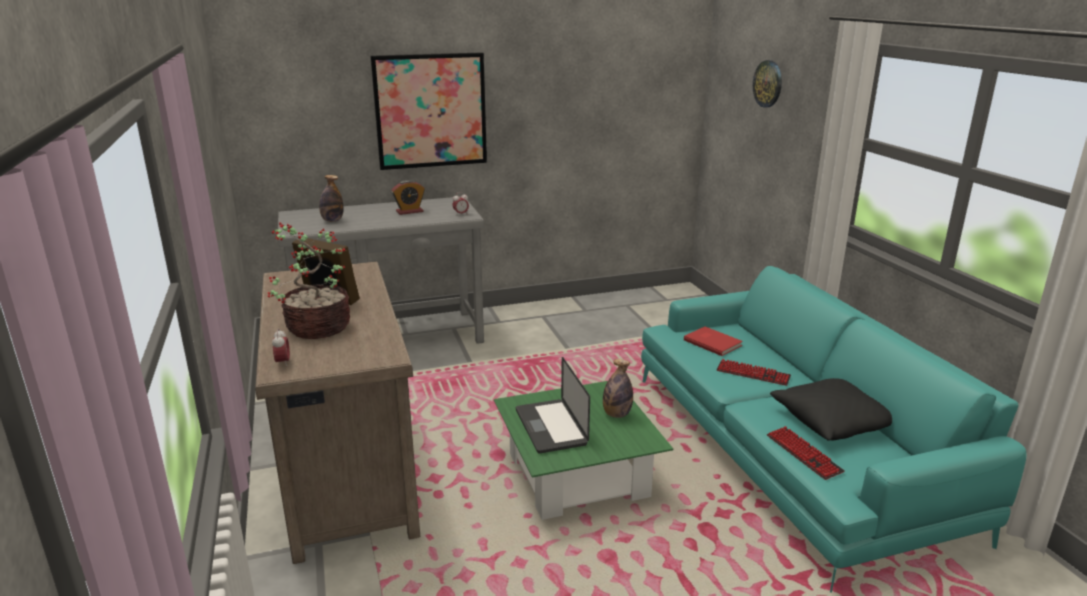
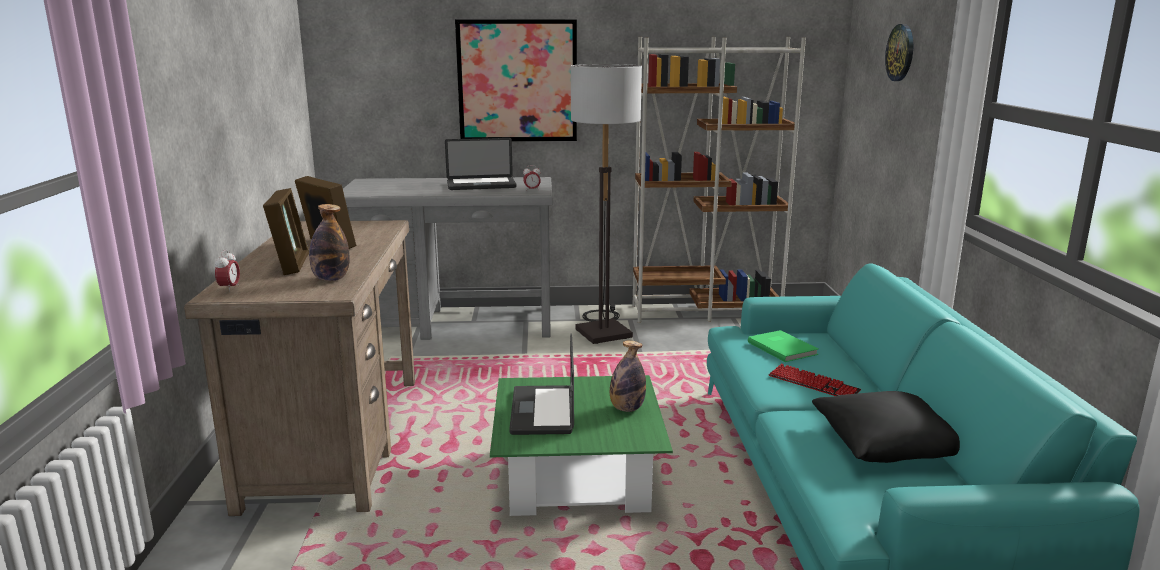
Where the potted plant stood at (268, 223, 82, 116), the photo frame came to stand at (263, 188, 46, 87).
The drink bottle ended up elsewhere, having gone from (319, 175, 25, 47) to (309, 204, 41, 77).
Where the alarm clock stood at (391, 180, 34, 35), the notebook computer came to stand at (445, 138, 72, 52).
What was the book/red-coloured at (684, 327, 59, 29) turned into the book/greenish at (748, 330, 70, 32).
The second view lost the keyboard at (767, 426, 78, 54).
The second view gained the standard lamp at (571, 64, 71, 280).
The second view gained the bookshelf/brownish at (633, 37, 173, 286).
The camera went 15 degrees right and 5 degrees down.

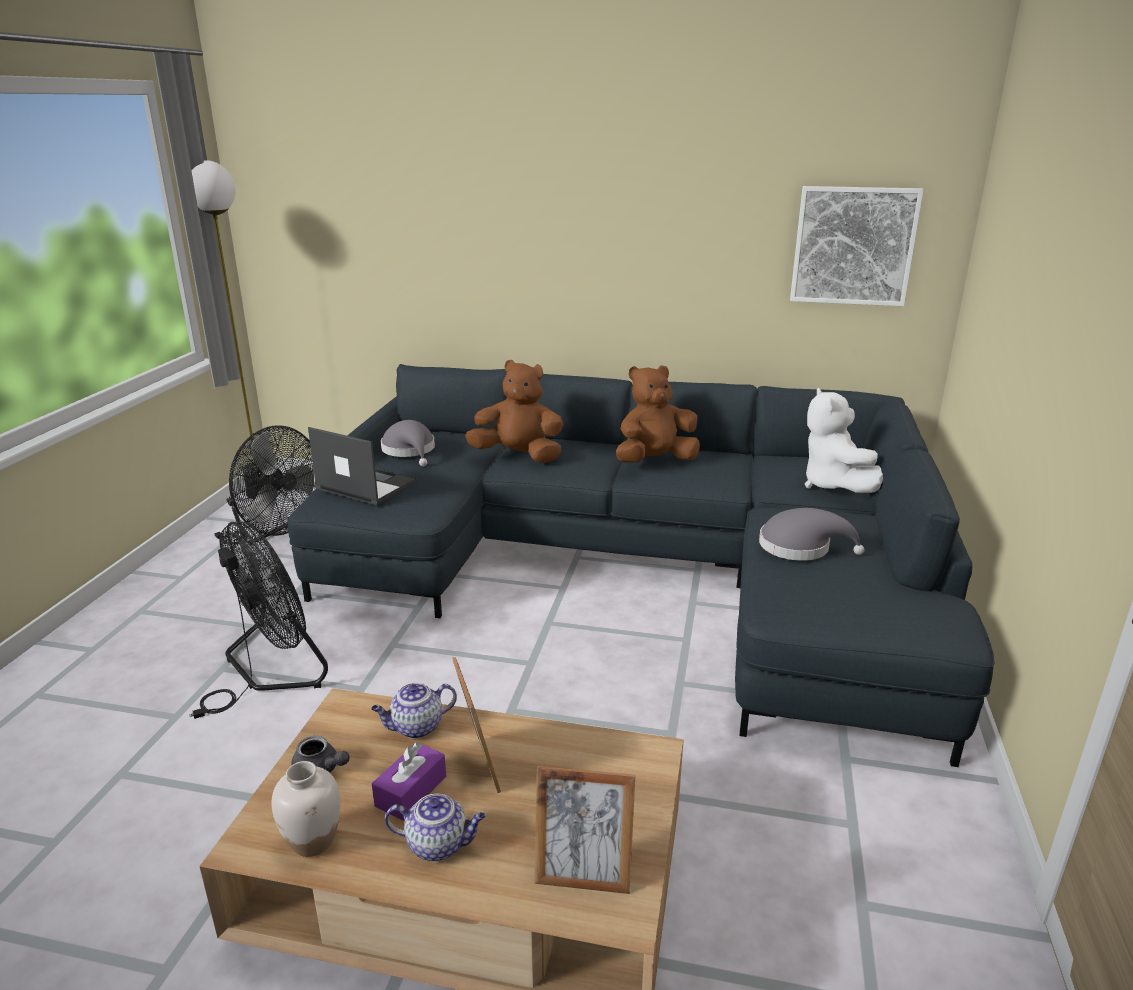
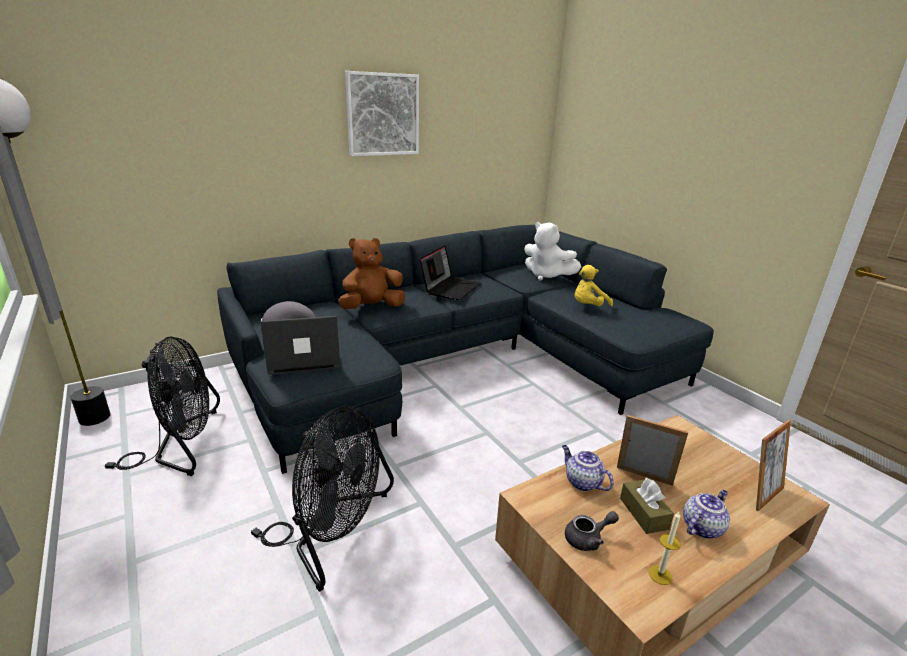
The cooling fan/blackish at (189, 521, 139, 198) ended up facing another way, 105 degrees clockwise from before.
Where the vase/whitish stood at (271, 761, 69, 96), the wax candle came to stand at (649, 512, 32, 73).
The tea pot at (371, 683, 86, 56) ended up facing another way, 120 degrees clockwise from before.
What was the tissue holder/purple at (372, 742, 74, 79) turned into the tissue holder/brownish at (620, 478, 54, 56).
Where the soft toy/brownish stood at (616, 365, 84, 97), the notebook computer came to stand at (420, 246, 61, 54).
Where the wearable hat/greyish stood at (759, 508, 106, 53), the soft toy/yellowish came to stand at (575, 265, 38, 42).
The wall picture ended up elsewhere, having gone from (790, 186, 134, 120) to (345, 71, 74, 85).
The camera went 45 degrees left and 0 degrees up.

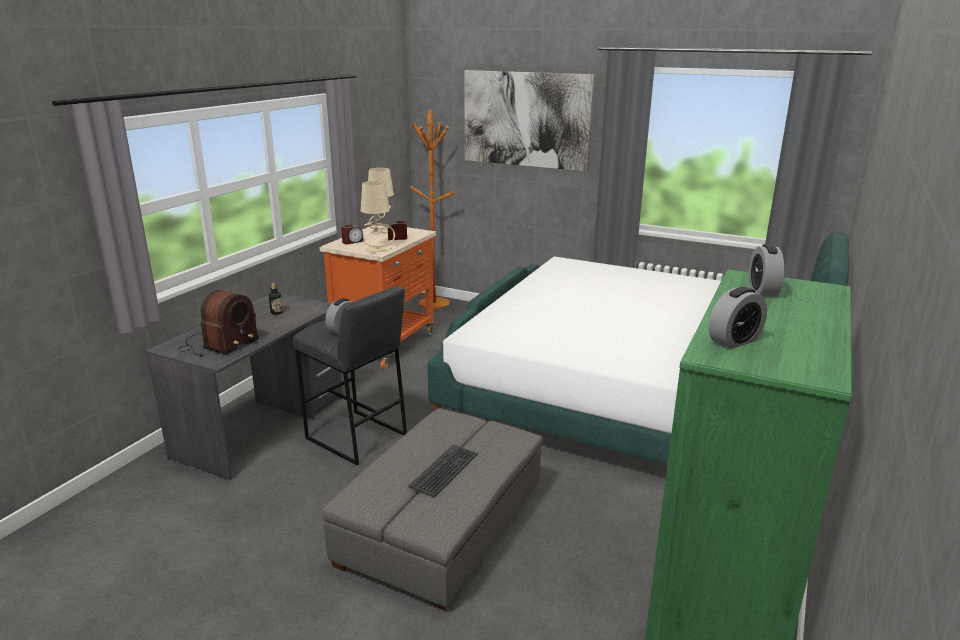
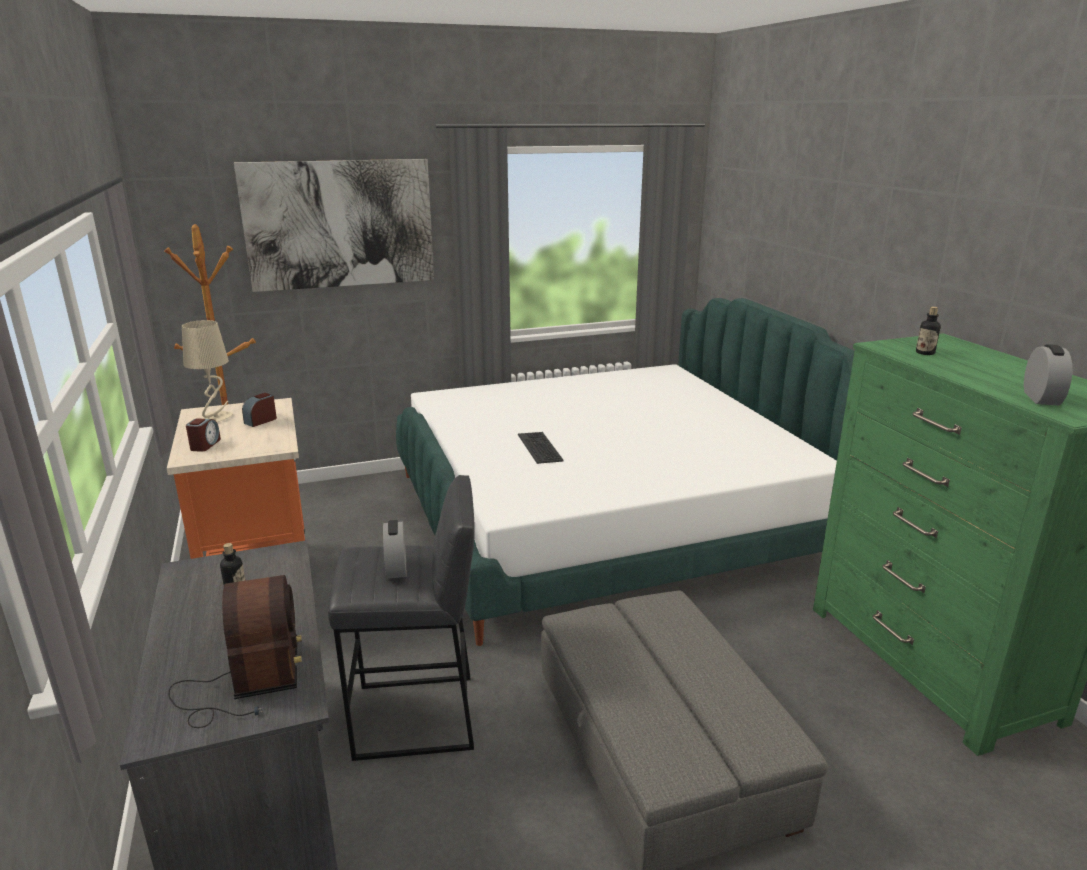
The second view lost the table lamp/beige-coloured at (361, 181, 34, 71).
The keyboard ended up elsewhere, having gone from (408, 445, 70, 53) to (518, 432, 46, 32).
Where the alarm clock stood at (749, 244, 35, 53), the drink bottle came to stand at (916, 307, 25, 48).
The camera went 45 degrees left and 0 degrees up.

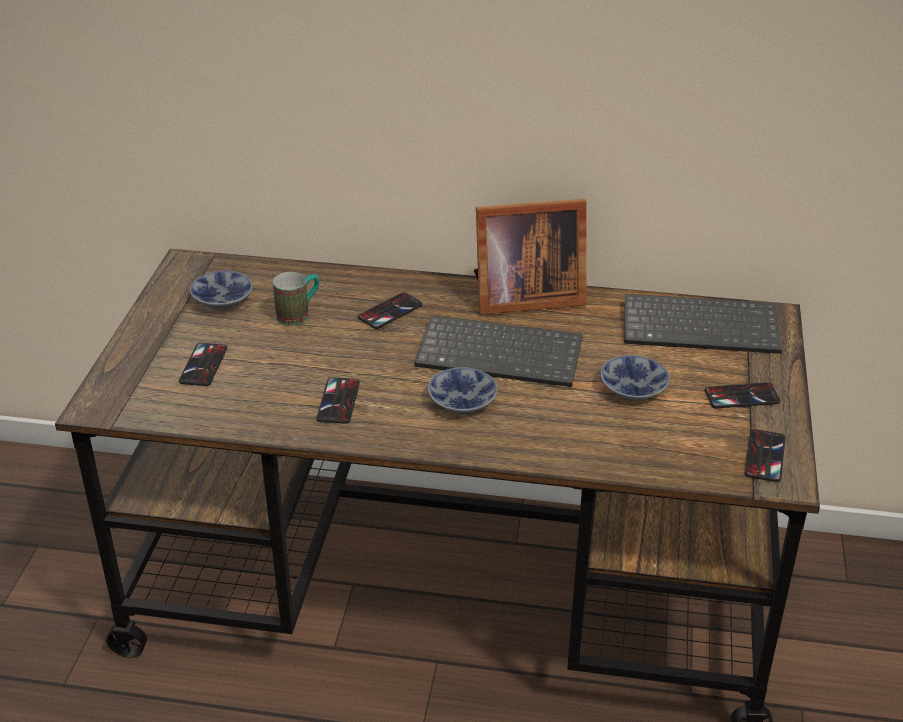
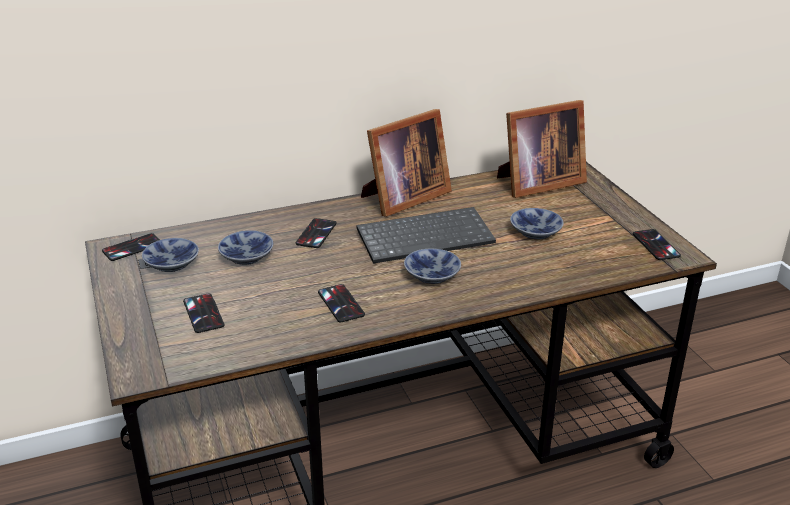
Where the tea mug stood at (273, 272, 46, 54), the serving bowl came to stand at (218, 230, 55, 35).
Where the keyboard stood at (624, 294, 158, 60), the photo frame came to stand at (497, 100, 90, 98).
The phone ended up elsewhere, having gone from (705, 382, 75, 26) to (102, 233, 58, 28).
The camera went 30 degrees left and 5 degrees down.

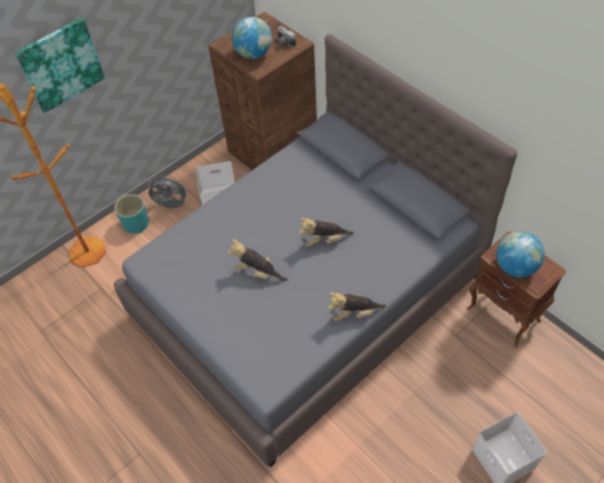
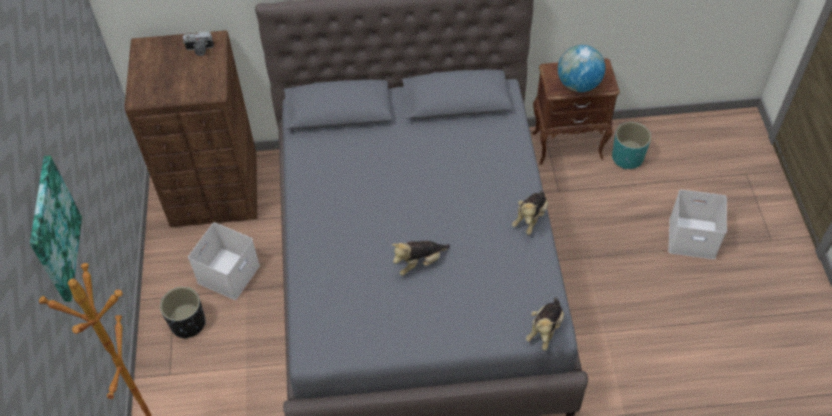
The planter/turquoise-coloured ended up elsewhere, having gone from (114, 194, 35, 40) to (612, 122, 39, 47).
Where the cooling fan/greyish stood at (148, 175, 41, 33), the planter/blackish came to stand at (160, 287, 46, 52).
The second view lost the desk globe at (232, 17, 40, 42).
The soft toy ended up elsewhere, having gone from (299, 218, 55, 29) to (526, 297, 38, 54).
The camera went 55 degrees left and 0 degrees up.

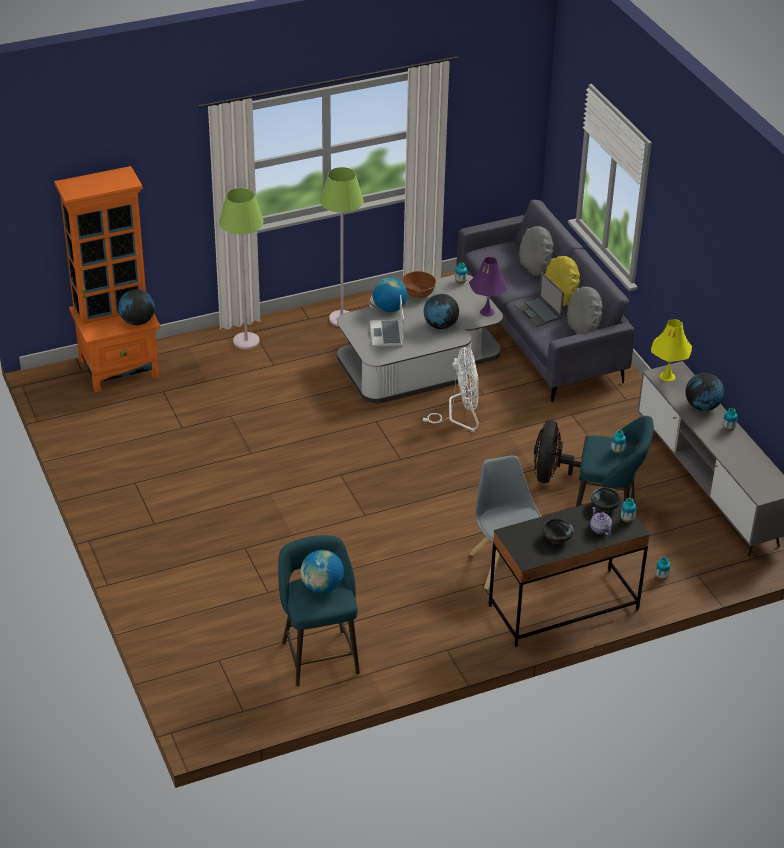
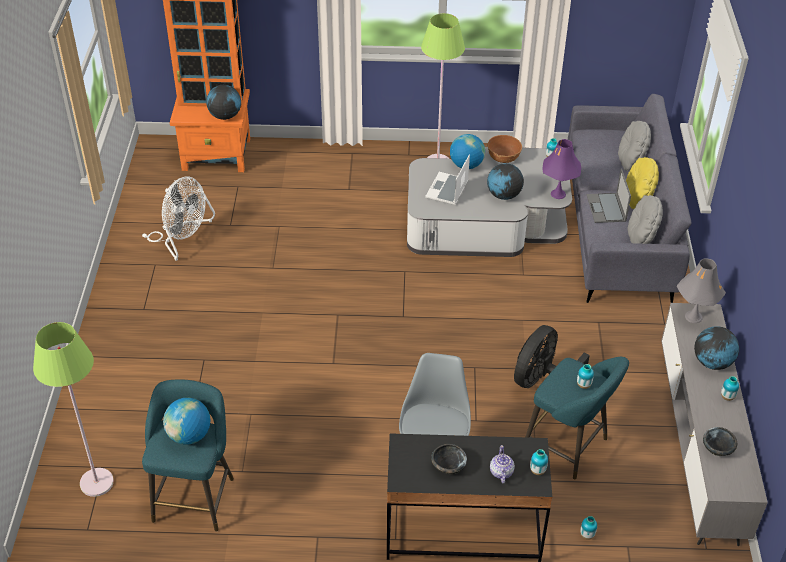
The standard lamp/greenish ended up elsewhere, having gone from (219, 188, 45, 162) to (33, 322, 81, 175).
The cooling fan/whitish ended up elsewhere, having gone from (421, 347, 58, 85) to (142, 176, 73, 85).
The serving bowl/blackish ended up elsewhere, having gone from (591, 488, 30, 24) to (703, 427, 34, 29).
What was the table lamp/yellowish at (651, 319, 41, 63) turned into the table lamp/greyish at (677, 258, 49, 65).
The camera went 25 degrees right and 5 degrees up.

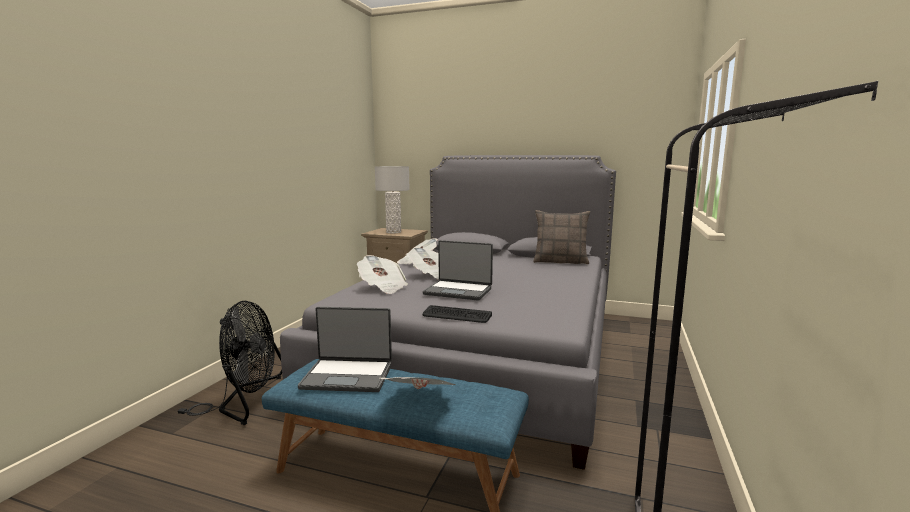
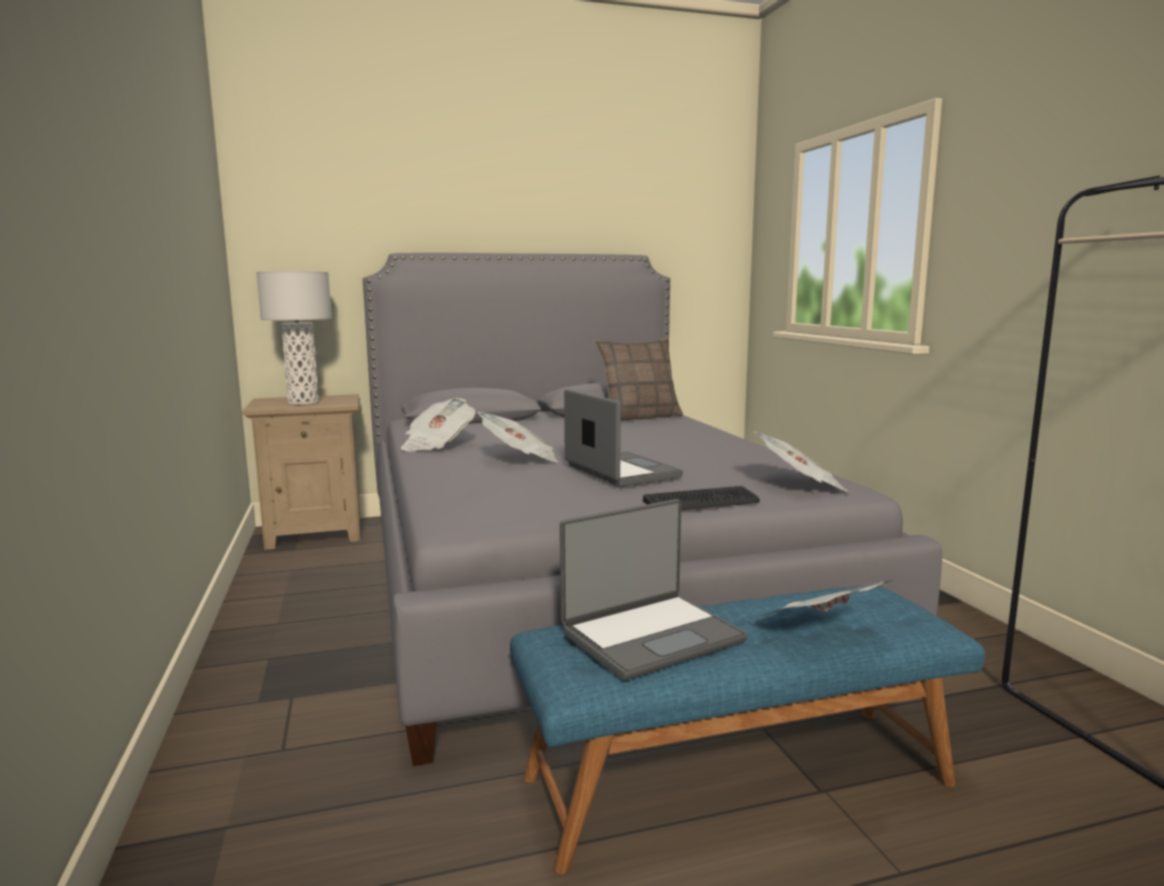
The second view lost the cooling fan/blackish at (177, 301, 105, 124).
The printed paper ended up elsewhere, having gone from (357, 255, 51, 39) to (753, 431, 96, 61).
The notebook computer at (423, 240, 70, 61) ended up facing another way, 105 degrees counterclockwise from before.
The camera went 35 degrees left and 0 degrees up.

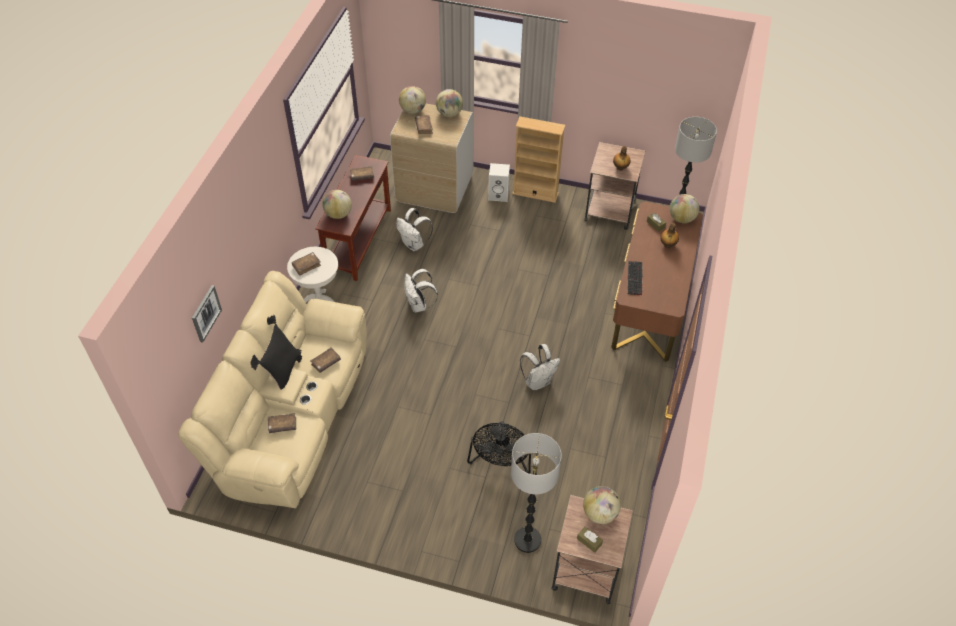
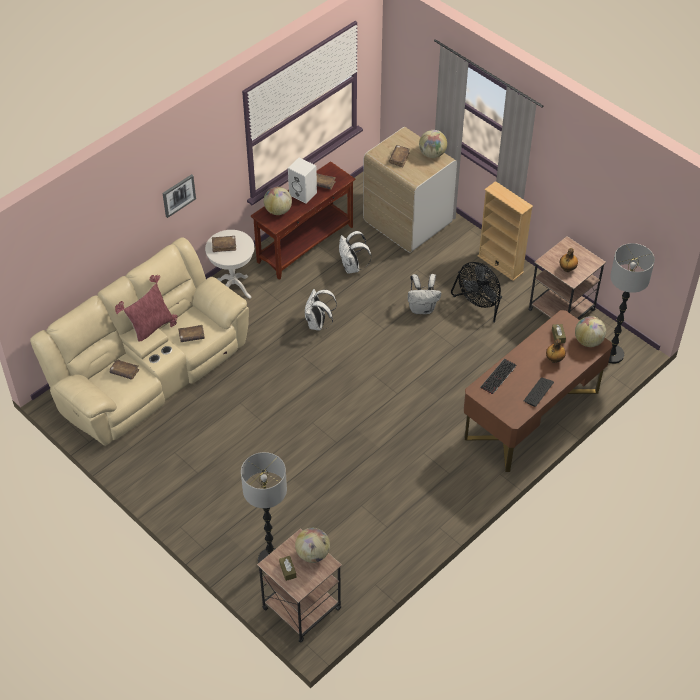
The wall picture ended up elsewhere, having gone from (192, 285, 30, 58) to (163, 174, 33, 44).
What was the cushion/blackish at (250, 315, 52, 75) turned into the cushion/red-coloured at (115, 275, 63, 67).
The second view lost the desk globe at (399, 86, 27, 28).
The cooling fan/blackish ended up elsewhere, having gone from (467, 422, 64, 52) to (451, 262, 51, 60).
The audio speaker/whitish ended up elsewhere, having gone from (488, 163, 22, 39) to (288, 157, 29, 47).
The rucksack/whitish ended up elsewhere, having gone from (520, 344, 40, 46) to (408, 274, 33, 40).
The second view gained the keyboard at (524, 378, 30, 29).
The camera went 30 degrees right and 0 degrees up.

